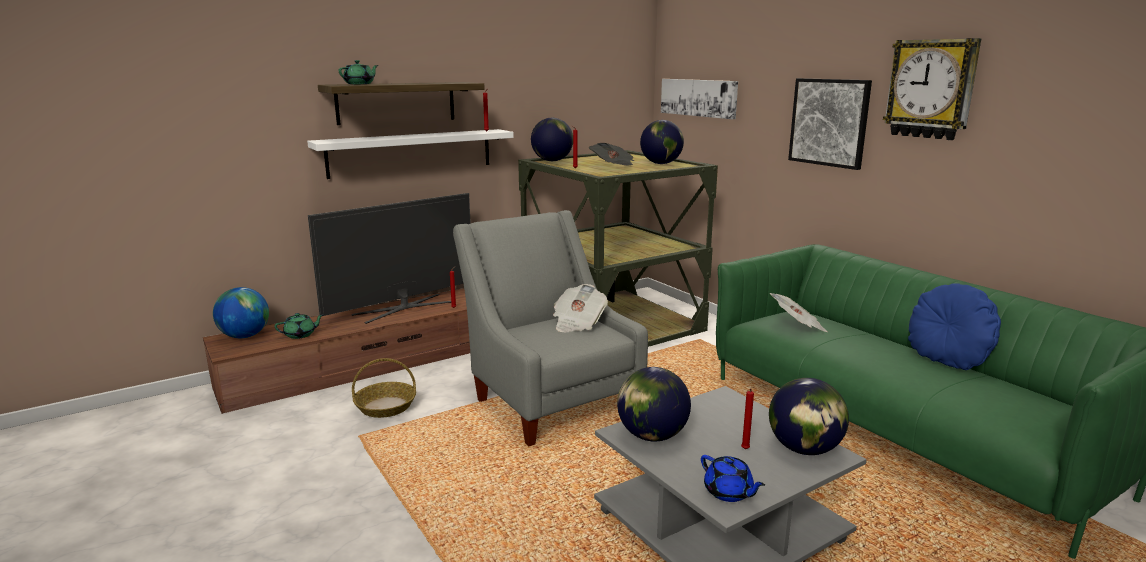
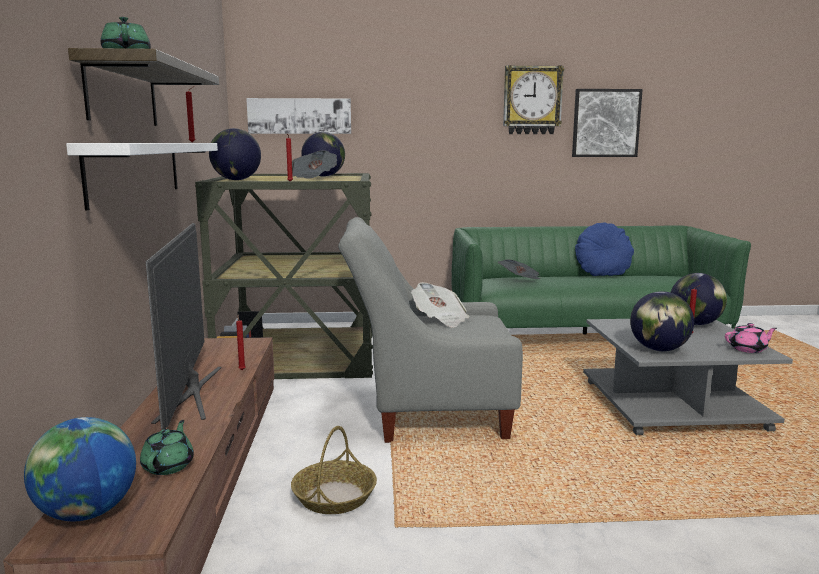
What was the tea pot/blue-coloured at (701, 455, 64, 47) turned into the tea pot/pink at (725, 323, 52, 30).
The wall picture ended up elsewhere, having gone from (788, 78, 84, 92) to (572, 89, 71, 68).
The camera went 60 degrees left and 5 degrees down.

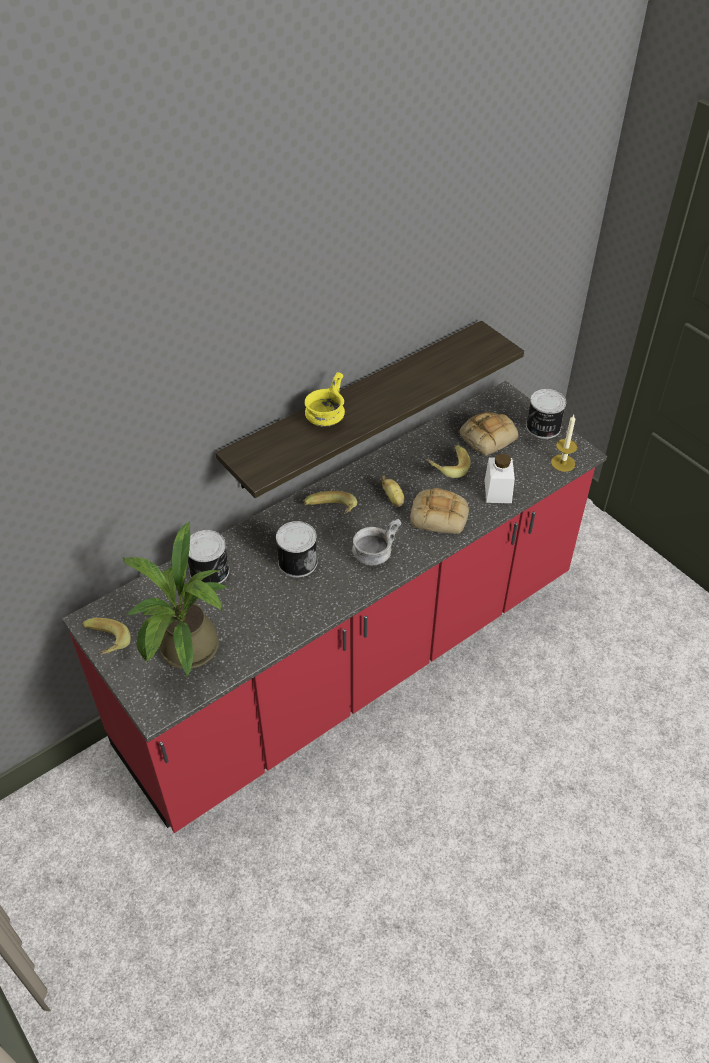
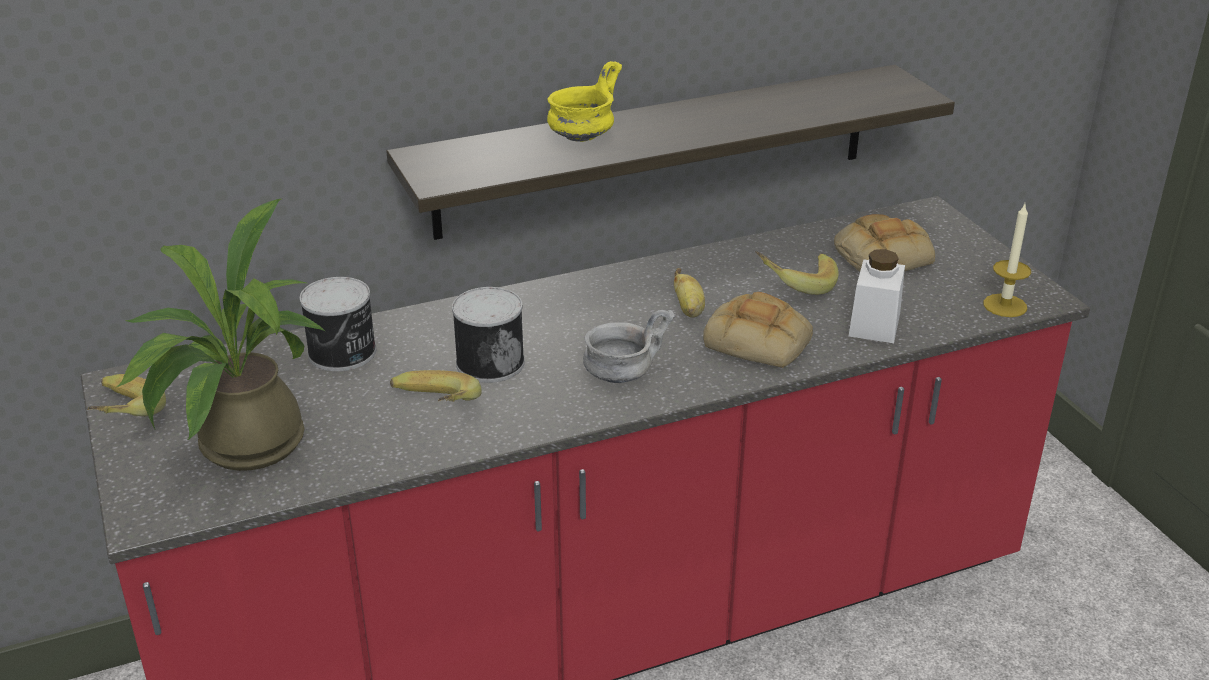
The whole banana ended up elsewhere, having gone from (303, 491, 54, 23) to (390, 370, 92, 32).
The second view lost the sealed can at (526, 389, 40, 50).
The camera went 15 degrees right and 15 degrees down.

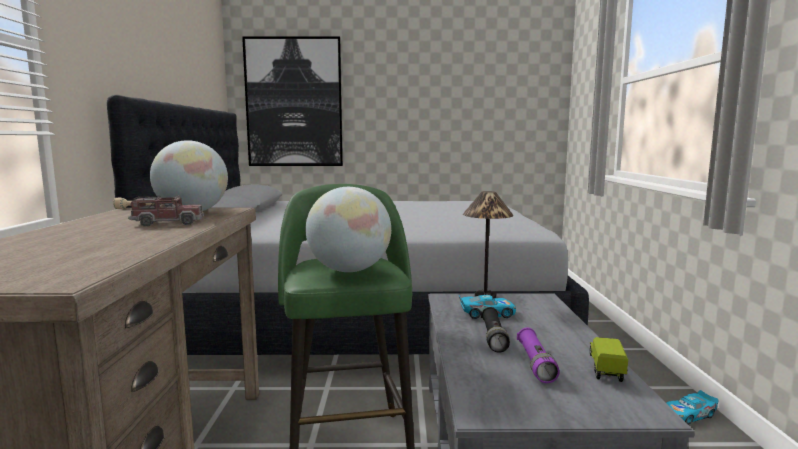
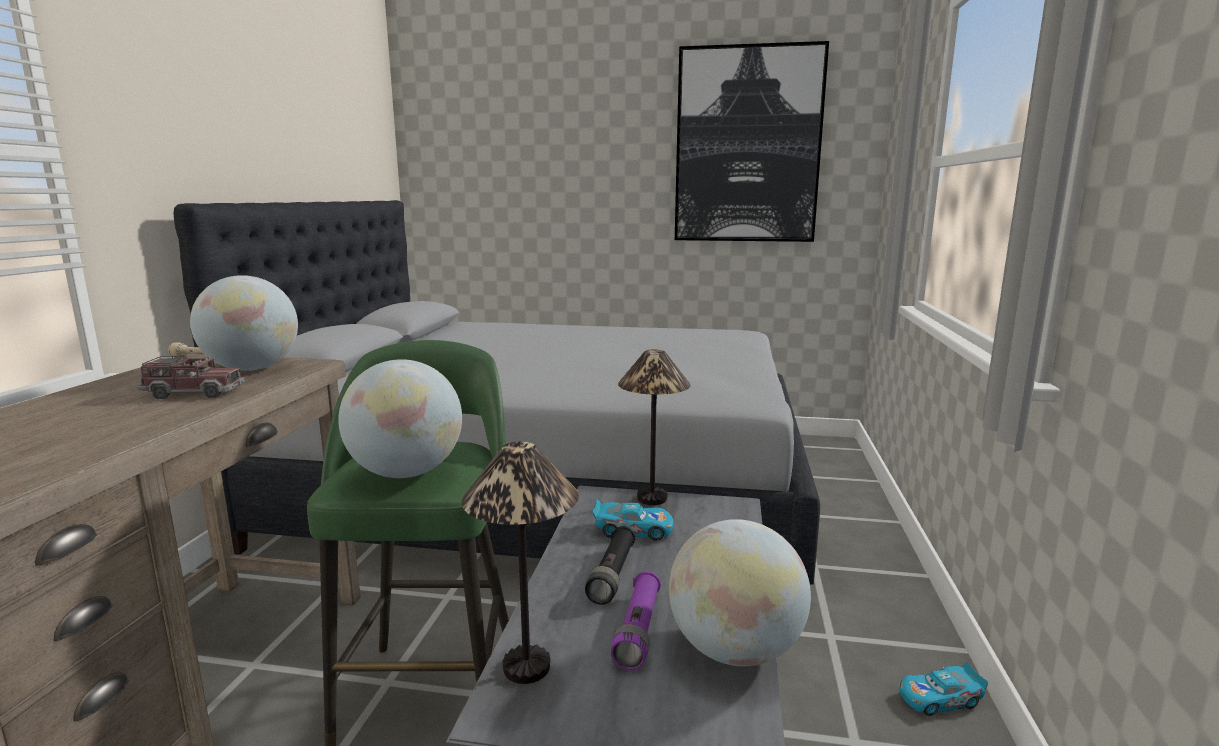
The wall picture ended up elsewhere, having gone from (242, 36, 101, 130) to (675, 41, 154, 201).
Where the toy lorry stood at (590, 337, 38, 45), the desk globe came to stand at (669, 519, 142, 147).
The second view gained the table lamp at (462, 442, 117, 242).
The camera went 10 degrees right and 5 degrees up.

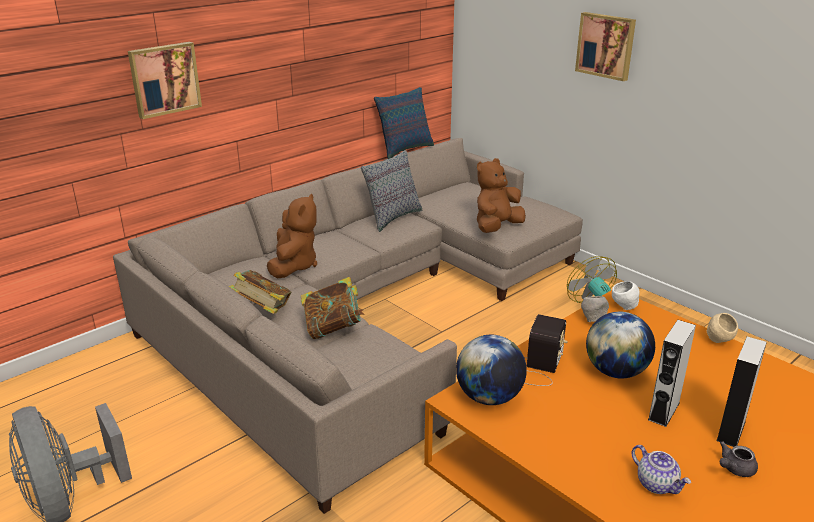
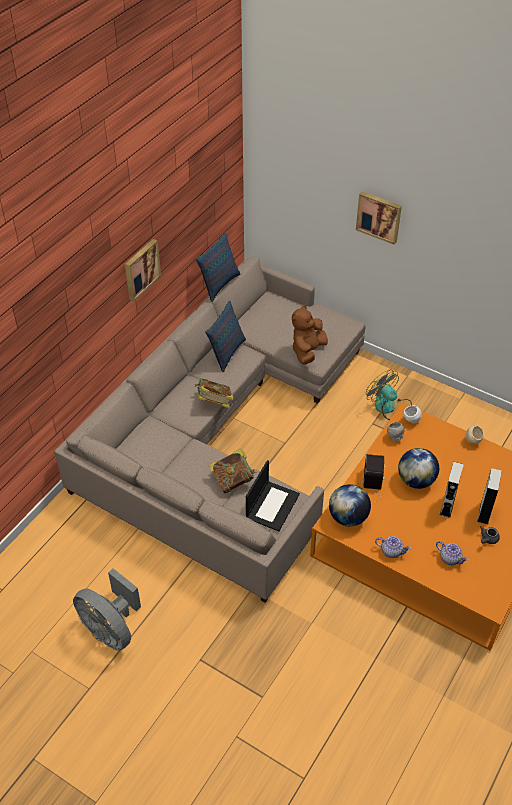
The wall picture ended up elsewhere, having gone from (128, 42, 74, 77) to (125, 239, 36, 62).
The book ended up elsewhere, having gone from (229, 270, 62, 44) to (195, 378, 39, 30).
The second view lost the soft toy/brownish at (267, 193, 50, 85).
What was the cushion/greyish at (361, 150, 61, 82) turned into the cushion/blue-coloured at (205, 301, 41, 71).
The second view gained the notebook computer at (246, 460, 54, 71).
The second view gained the tea pot at (375, 536, 36, 22).
The camera went 15 degrees left and 20 degrees up.

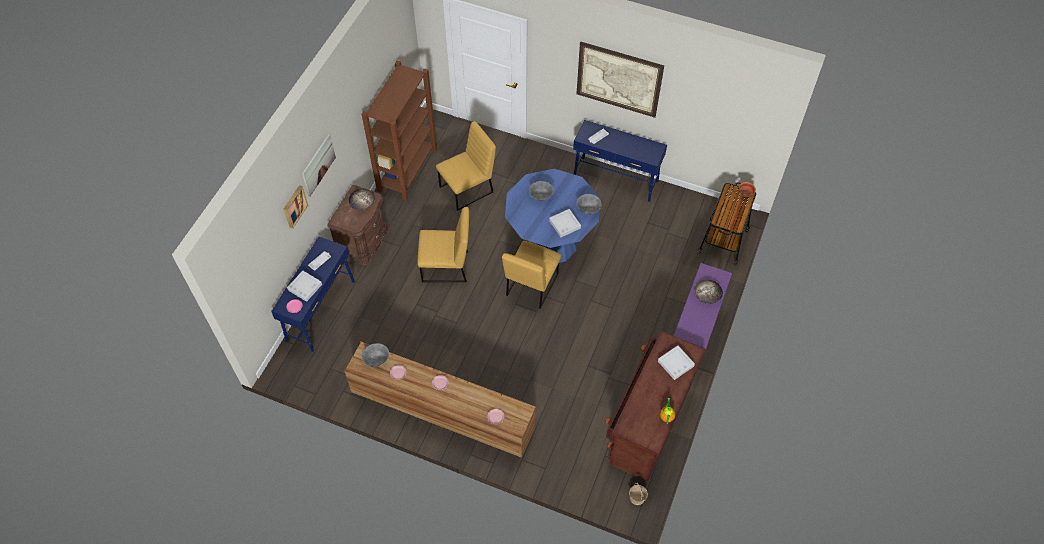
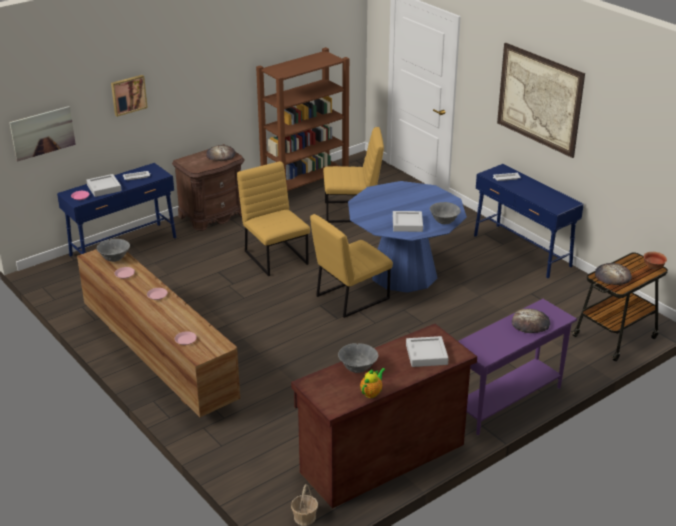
The wall picture ended up elsewhere, having gone from (302, 134, 34, 63) to (9, 106, 67, 56).
The plain chair/yellowish at (418, 207, 51, 75) ended up facing another way, 150 degrees counterclockwise from before.
The serving bowl/greyish ended up elsewhere, having gone from (529, 181, 25, 20) to (338, 343, 40, 30).
The second view gained the baked bread at (595, 263, 37, 22).
The camera went 30 degrees right and 25 degrees down.

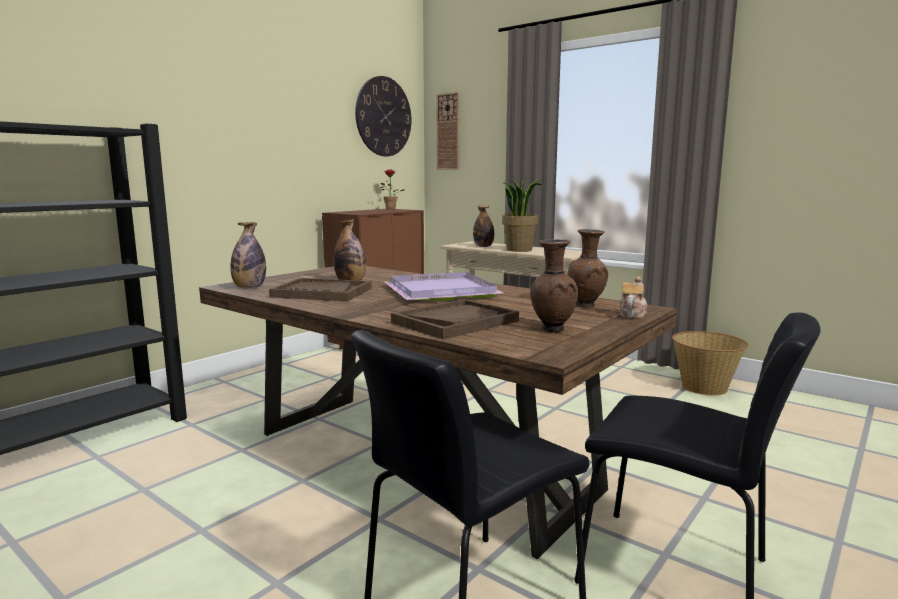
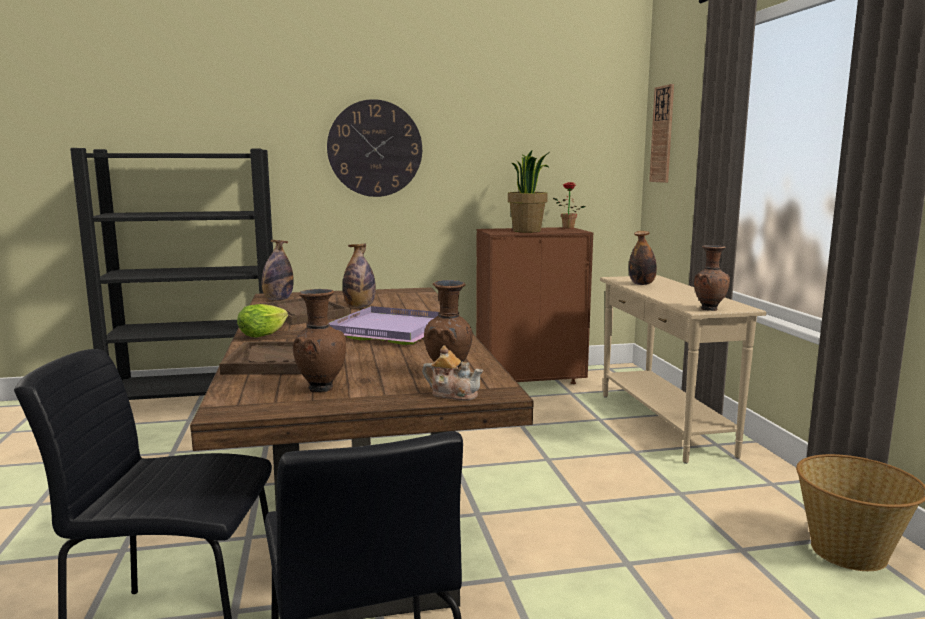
The clock on the wall ended up elsewhere, having gone from (355, 76, 56, 80) to (327, 99, 95, 98).
The potted plant ended up elsewhere, having gone from (502, 177, 42, 75) to (508, 151, 42, 81).
The tea pot at (618, 276, 29, 43) ended up facing another way, 45 degrees clockwise from before.
The second view gained the head of lettuce at (237, 304, 51, 34).
The second view gained the vase/brownish at (694, 245, 36, 66).
The camera went 40 degrees right and 0 degrees up.

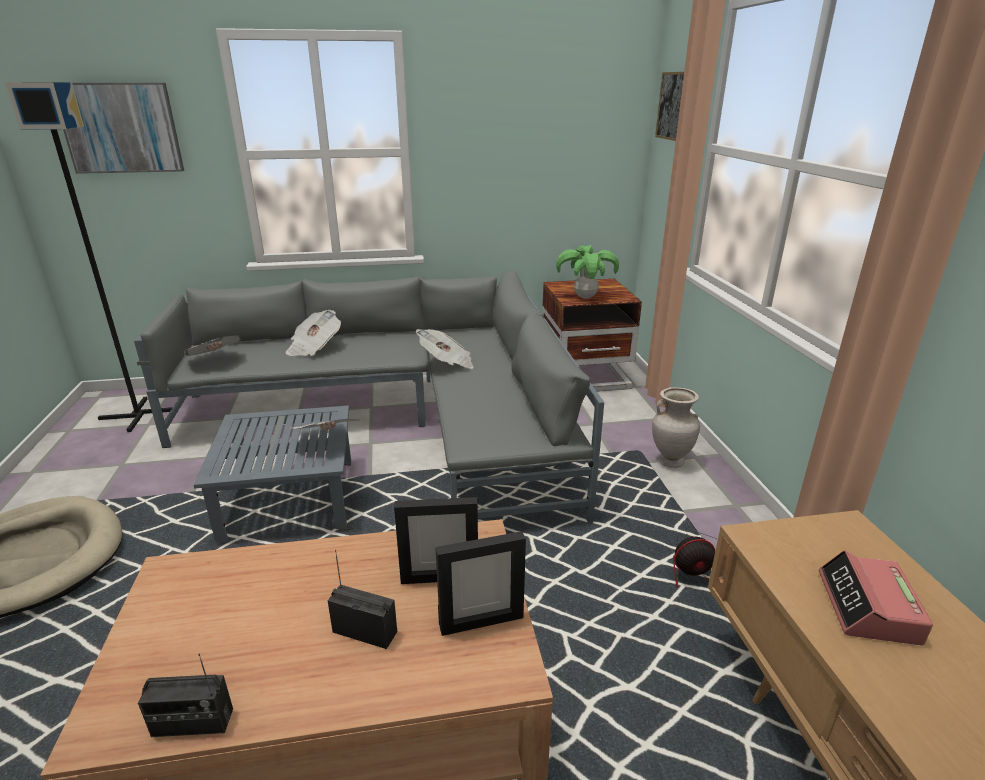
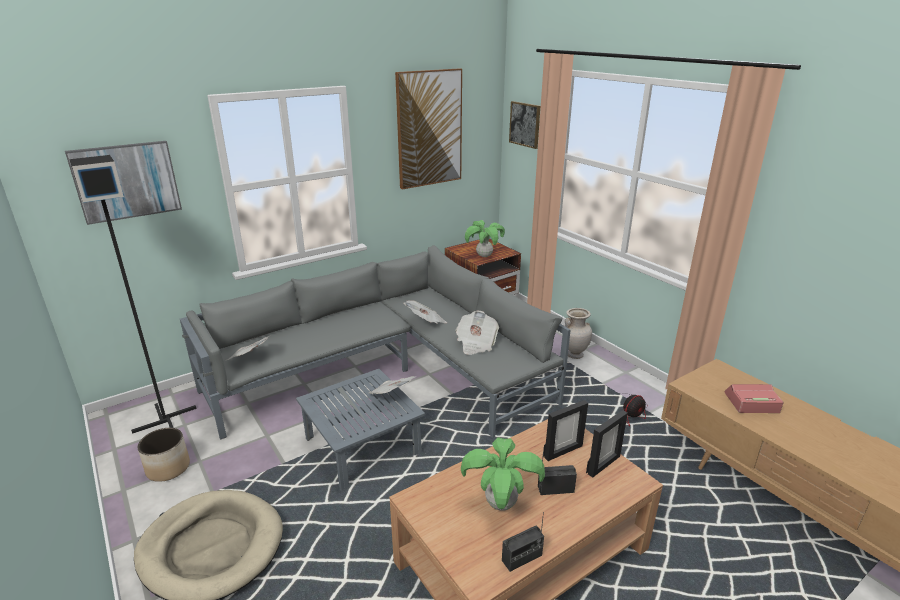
The printed paper ended up elsewhere, having gone from (285, 310, 56, 46) to (456, 311, 43, 44).
The alarm clock at (819, 550, 114, 96) ended up facing another way, 105 degrees clockwise from before.
The second view gained the planter at (138, 428, 52, 54).
The second view gained the wall picture at (395, 68, 67, 121).
The second view gained the potted plant at (461, 437, 84, 73).
The camera went 25 degrees left and 0 degrees up.

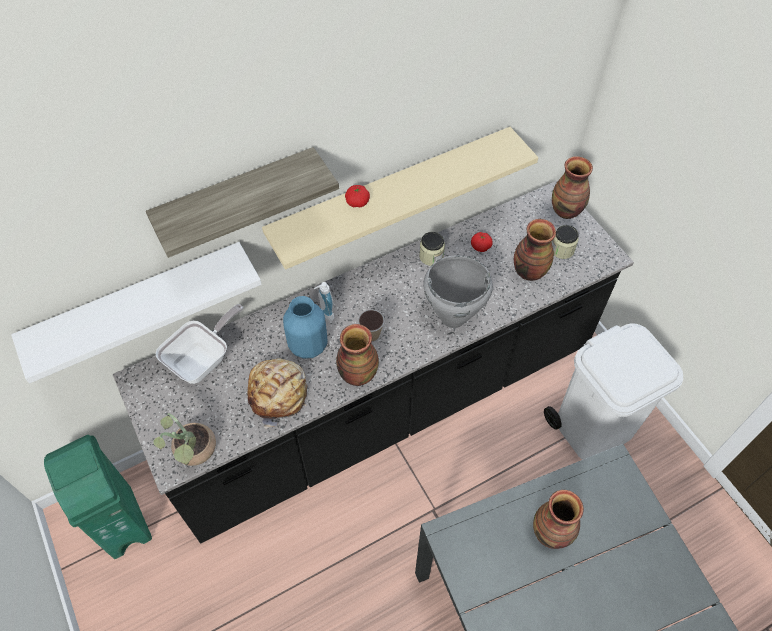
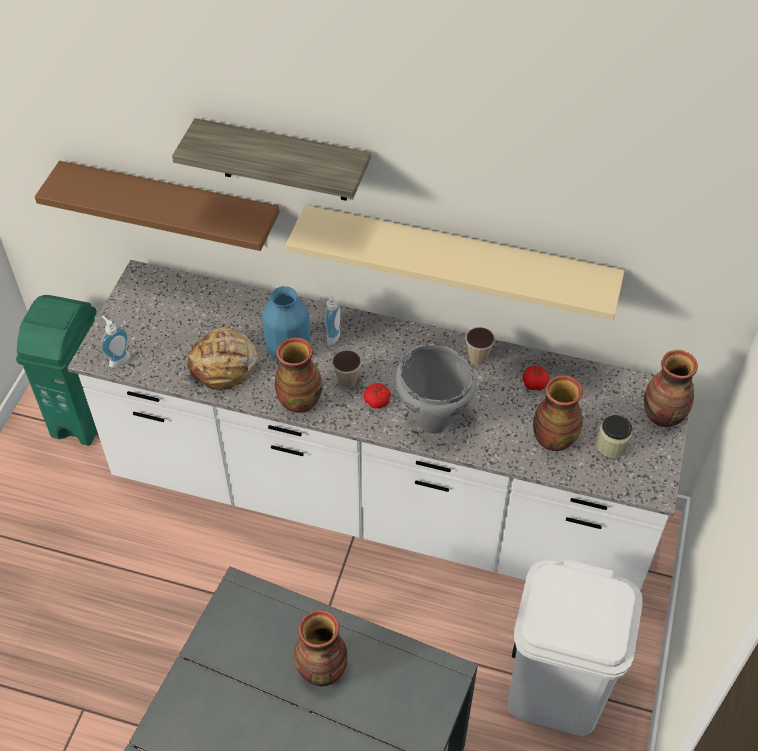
What was the bracket shelf/whitish at (11, 242, 251, 141) turned into the bracket shelf/brownish at (35, 161, 245, 90).
What was the kitchen counter/blackish at (113, 180, 521, 364) turned into the kitchen counter/whitish at (67, 260, 627, 331).
Where the potted plant stood at (153, 413, 63, 53), the soap bottle came to stand at (101, 316, 30, 52).
The second view lost the pan at (156, 304, 88, 80).
The fresh tomato ended up elsewhere, having gone from (345, 185, 25, 22) to (364, 383, 27, 26).
Where the storage jar stood at (419, 232, 26, 34), the drinking cup came to stand at (465, 327, 30, 38).
The camera went 45 degrees right and 5 degrees down.

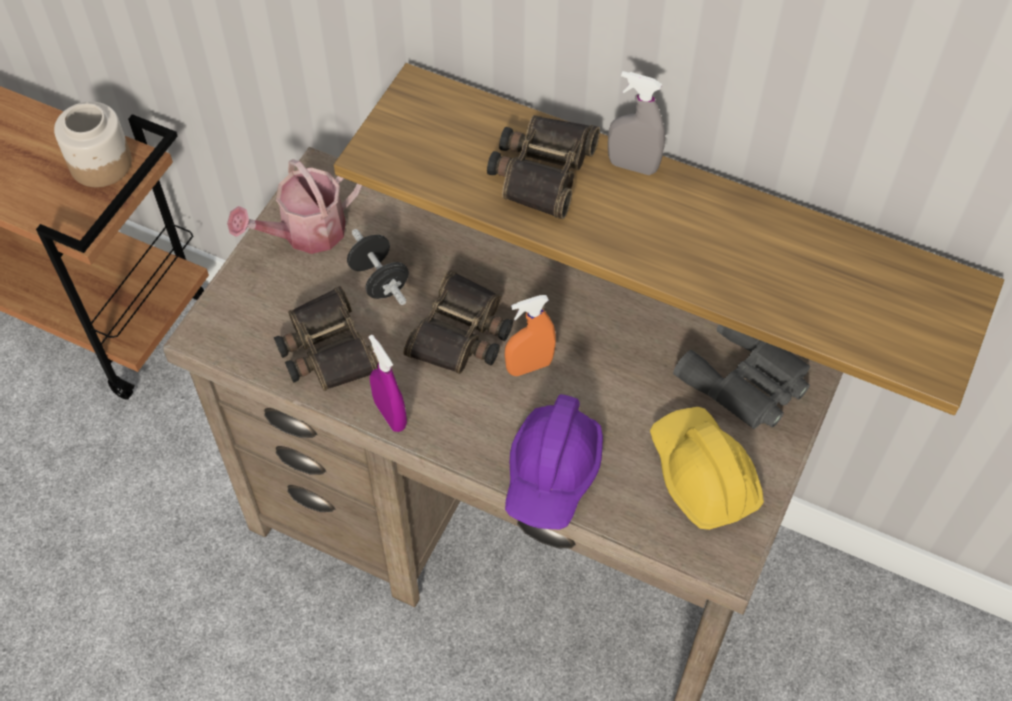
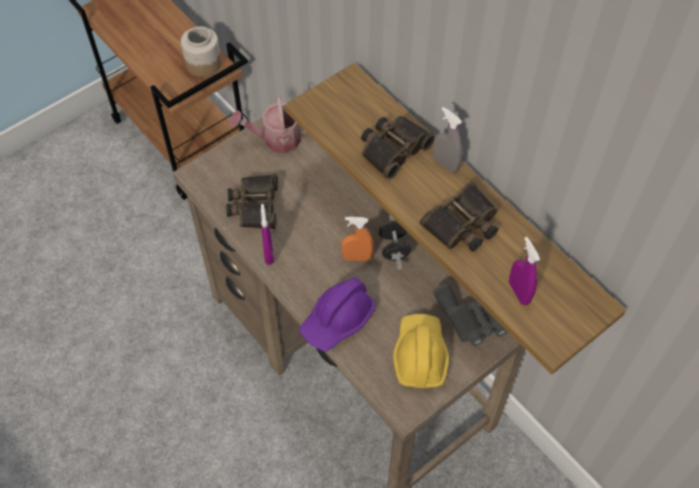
The hand weight/blackish ended up elsewhere, having gone from (347, 229, 62, 76) to (379, 214, 32, 55).
The pair of binoculars ended up elsewhere, having gone from (403, 270, 110, 104) to (419, 181, 79, 71).
The second view gained the sprayer/purple at (509, 237, 31, 68).
The camera went 25 degrees right and 0 degrees up.

